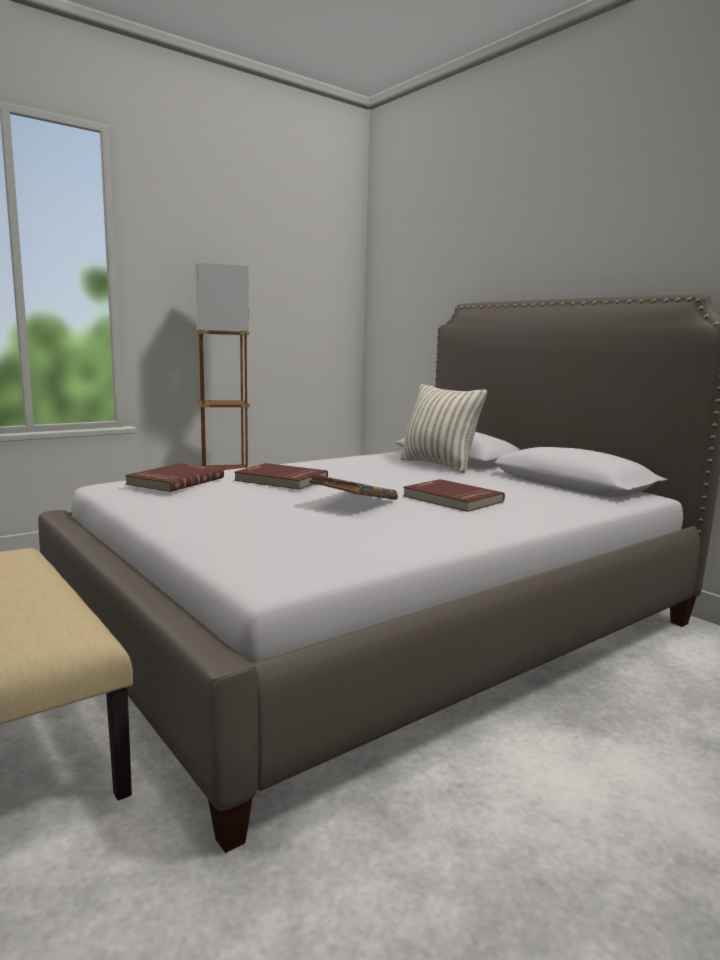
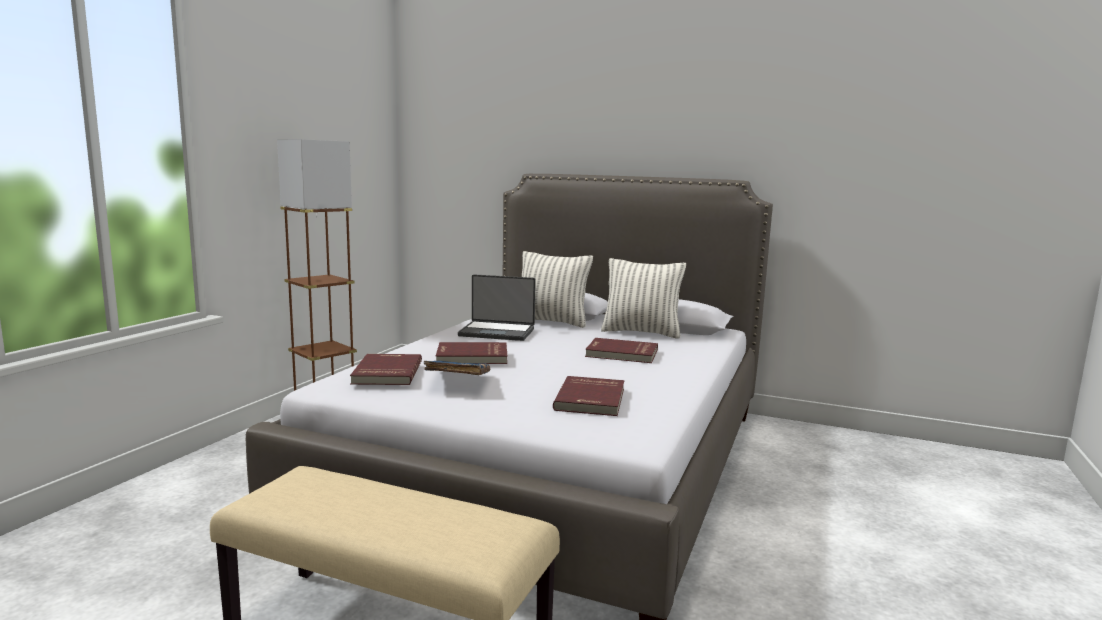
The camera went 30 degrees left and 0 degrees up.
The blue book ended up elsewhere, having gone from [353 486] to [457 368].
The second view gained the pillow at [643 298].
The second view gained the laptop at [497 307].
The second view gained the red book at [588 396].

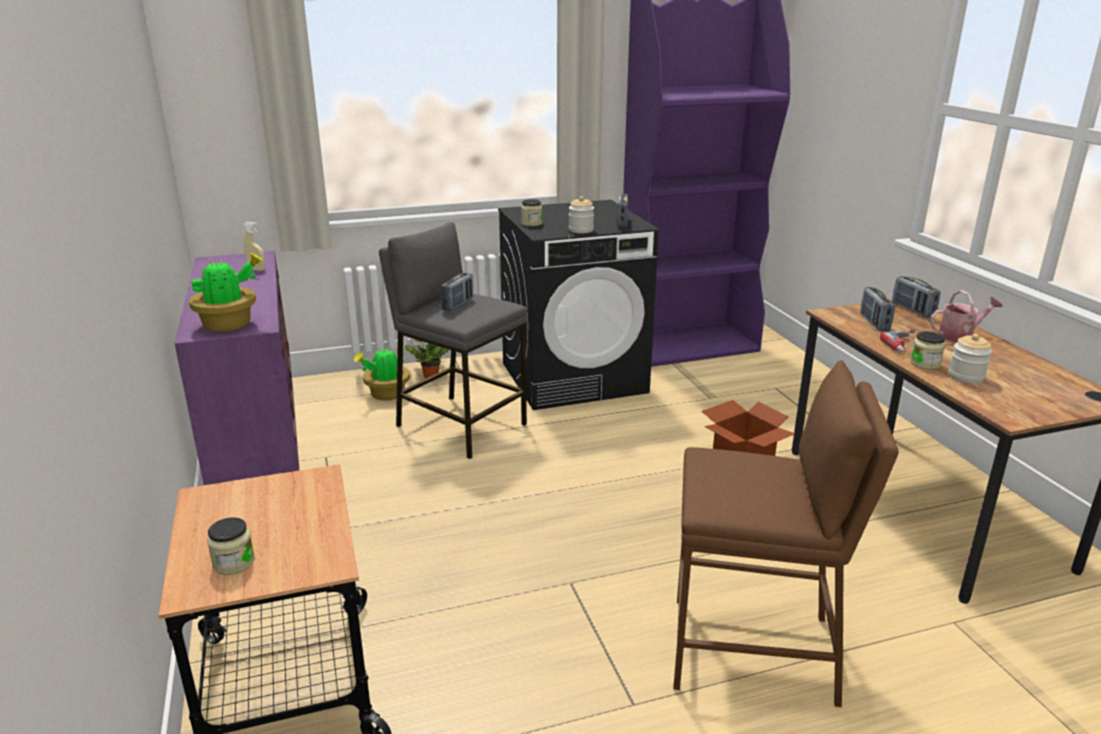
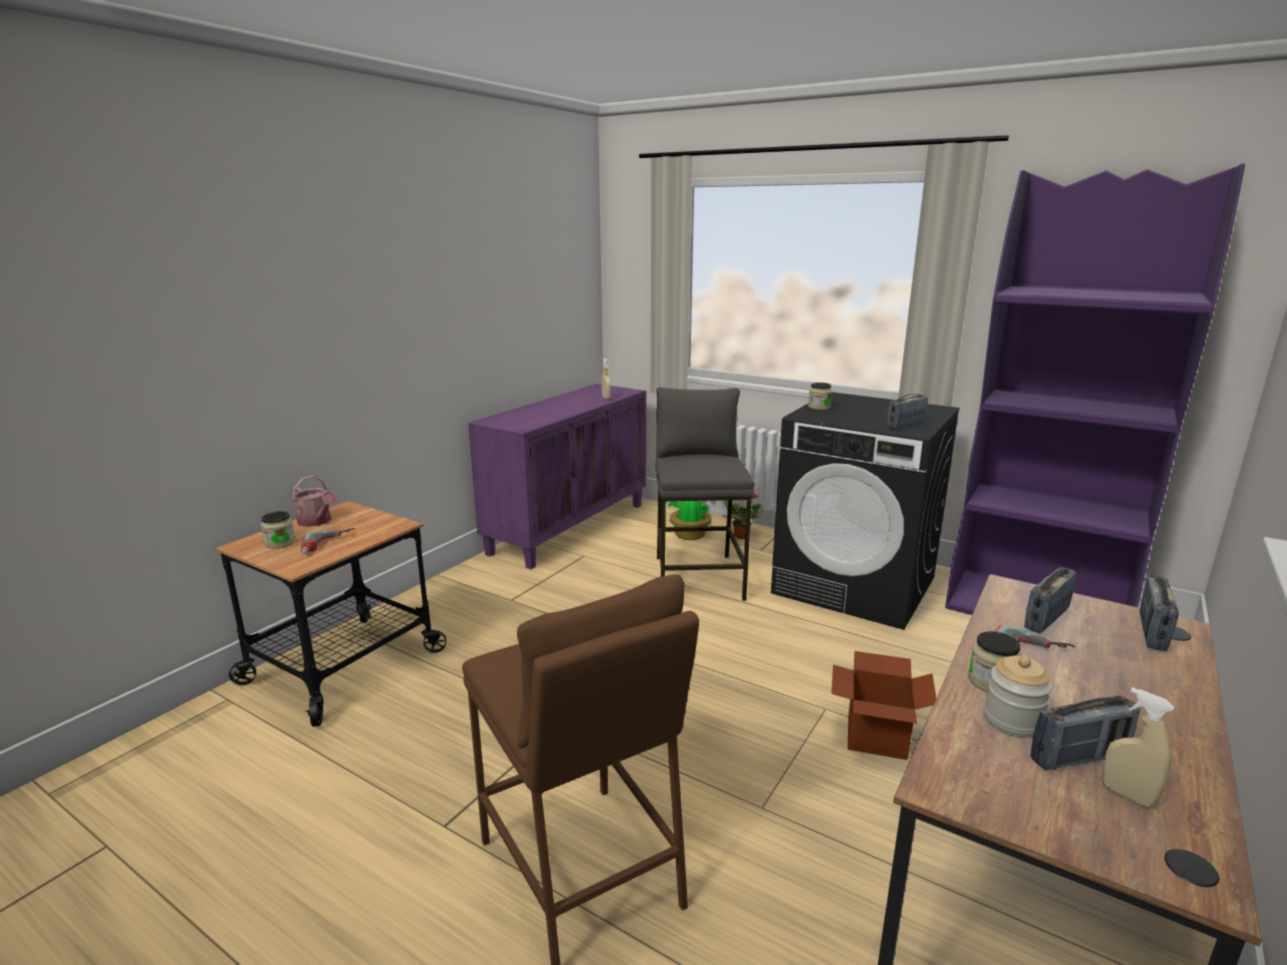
The camera went 50 degrees right and 5 degrees down.
The second view lost the jar at [581 214].
The second view lost the potted plant at [226 292].
The radio ended up elsewhere, having gone from [457 292] to [1085 733].
The watering can ended up elsewhere, having gone from [966 316] to [314 501].
The second view gained the power drill at [328 541].
The second view gained the beige spray bottle at [1138 747].

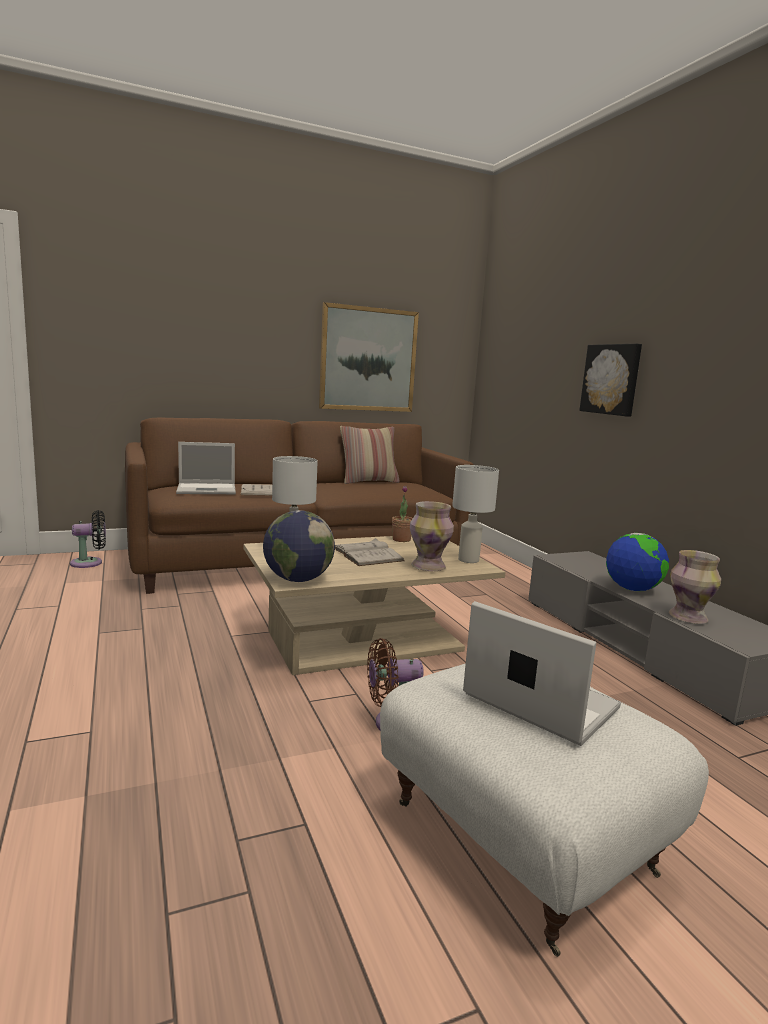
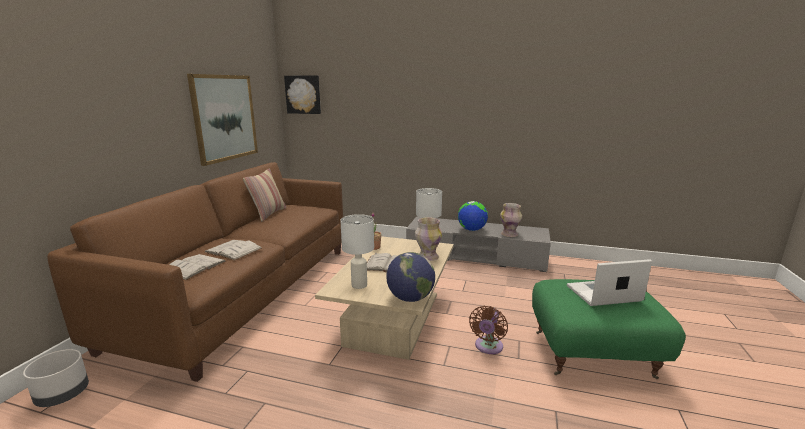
The camera went 50 degrees left and 5 degrees up.
The picture ended up elsewhere, having gone from [610 380] to [302 94].
Where the laptop stood at [206 468], the white book came to stand at [197 267].
Where the black fan stood at [88 539], the grey planter came to stand at [56 378].
What was the white ottoman at [544 810] turned into the green ottoman at [609 329].

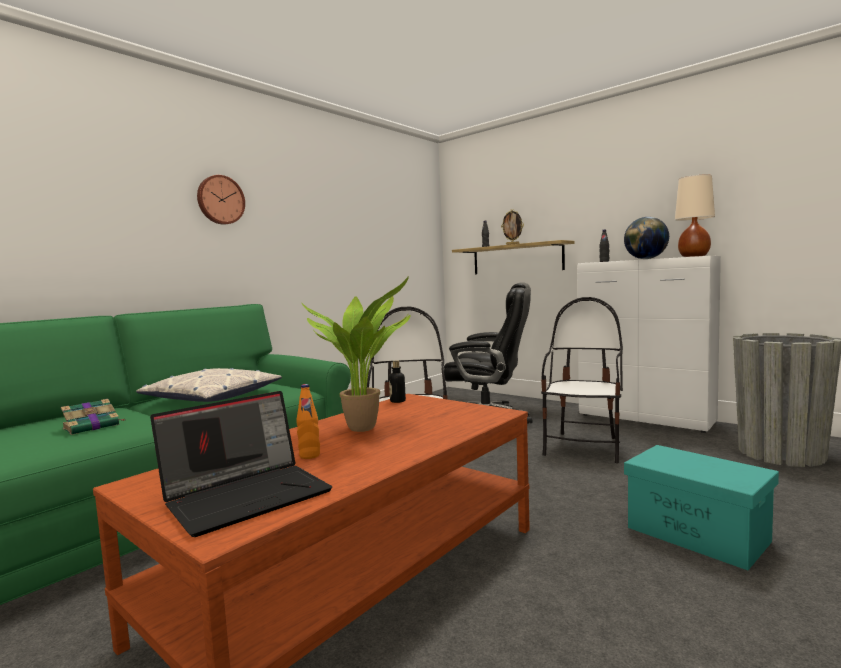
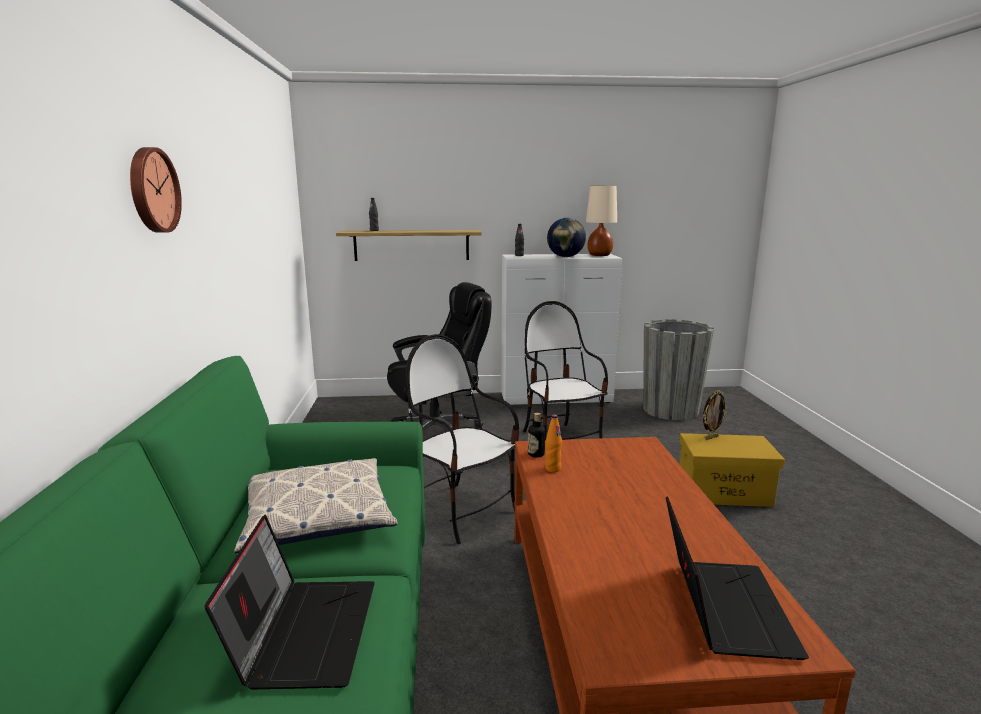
The camera went 45 degrees left and 10 degrees up.
The picture frame ended up elsewhere, having gone from [512 227] to [715 415].
The second view lost the potted plant at [356 354].
The orange bottle ended up elsewhere, having gone from [308 421] to [553 443].
Where the book stood at [92 417], the laptop came to stand at [290 602].
What was the turquoise storage box at [701 507] turned into the yellow storage box at [732 470].

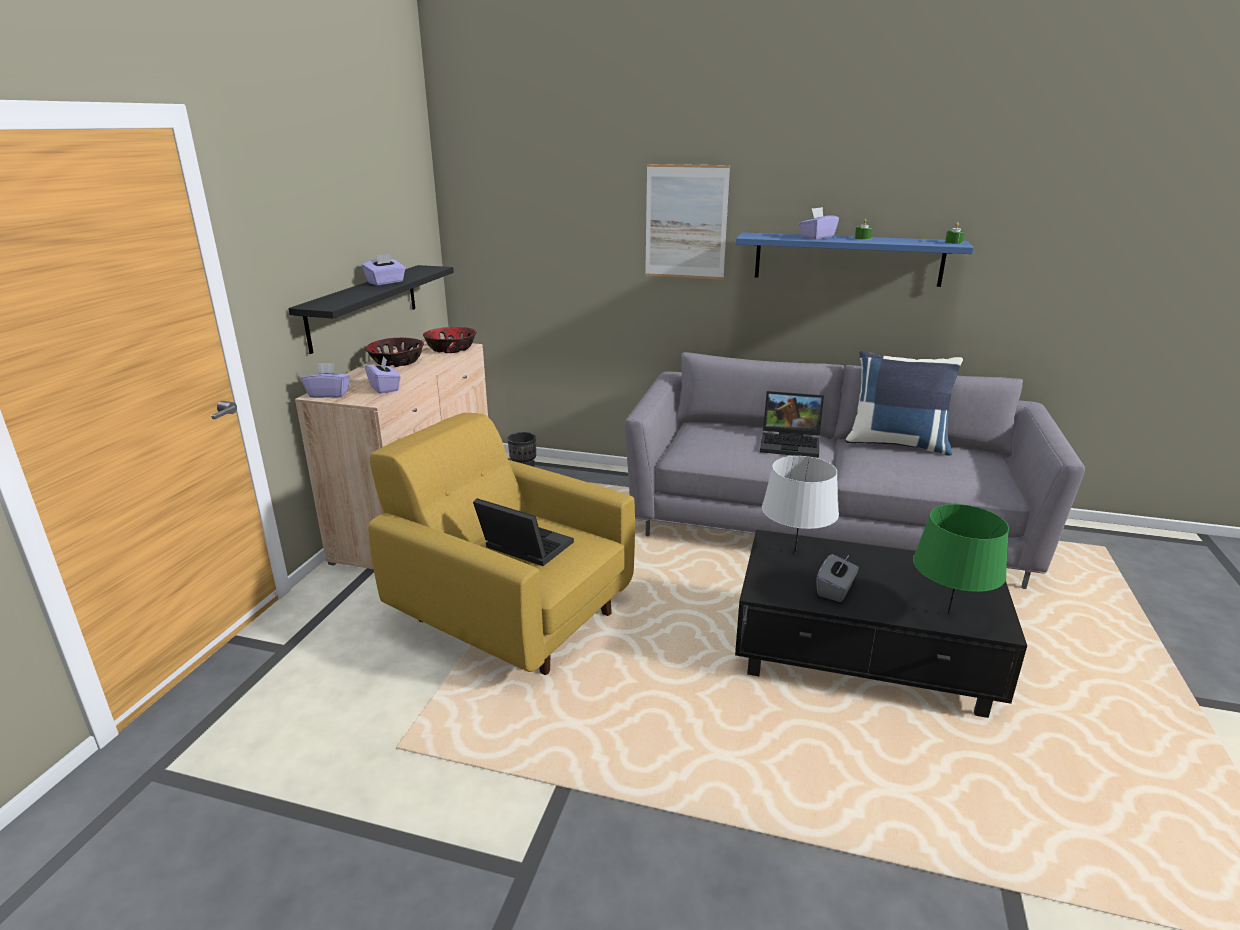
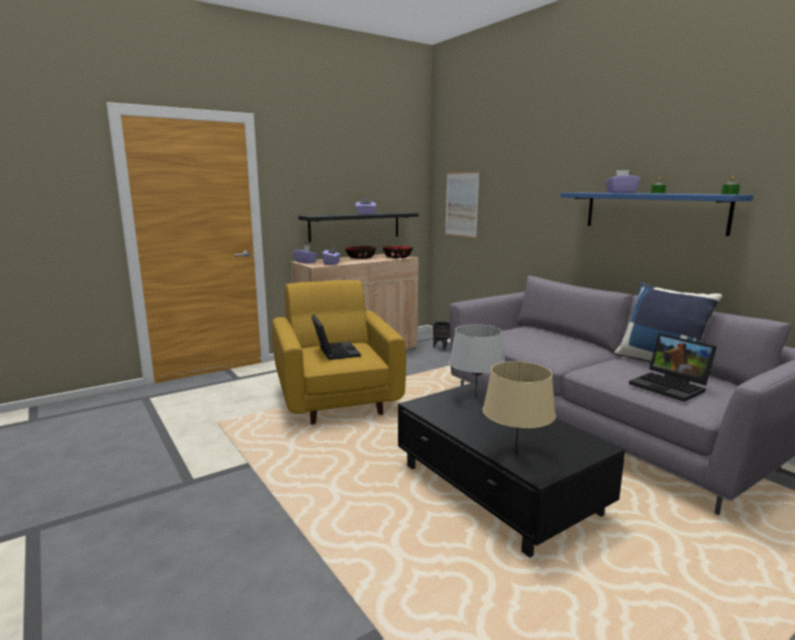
The camera went 40 degrees right and 10 degrees down.
The picture ended up elsewhere, having gone from [687 222] to [462 205].
The laptop ended up elsewhere, having gone from [792 424] to [673 367].
What was the green table lamp at [961 559] turned into the beige table lamp at [519 408].
The second view lost the grey tissue box at [837 578].

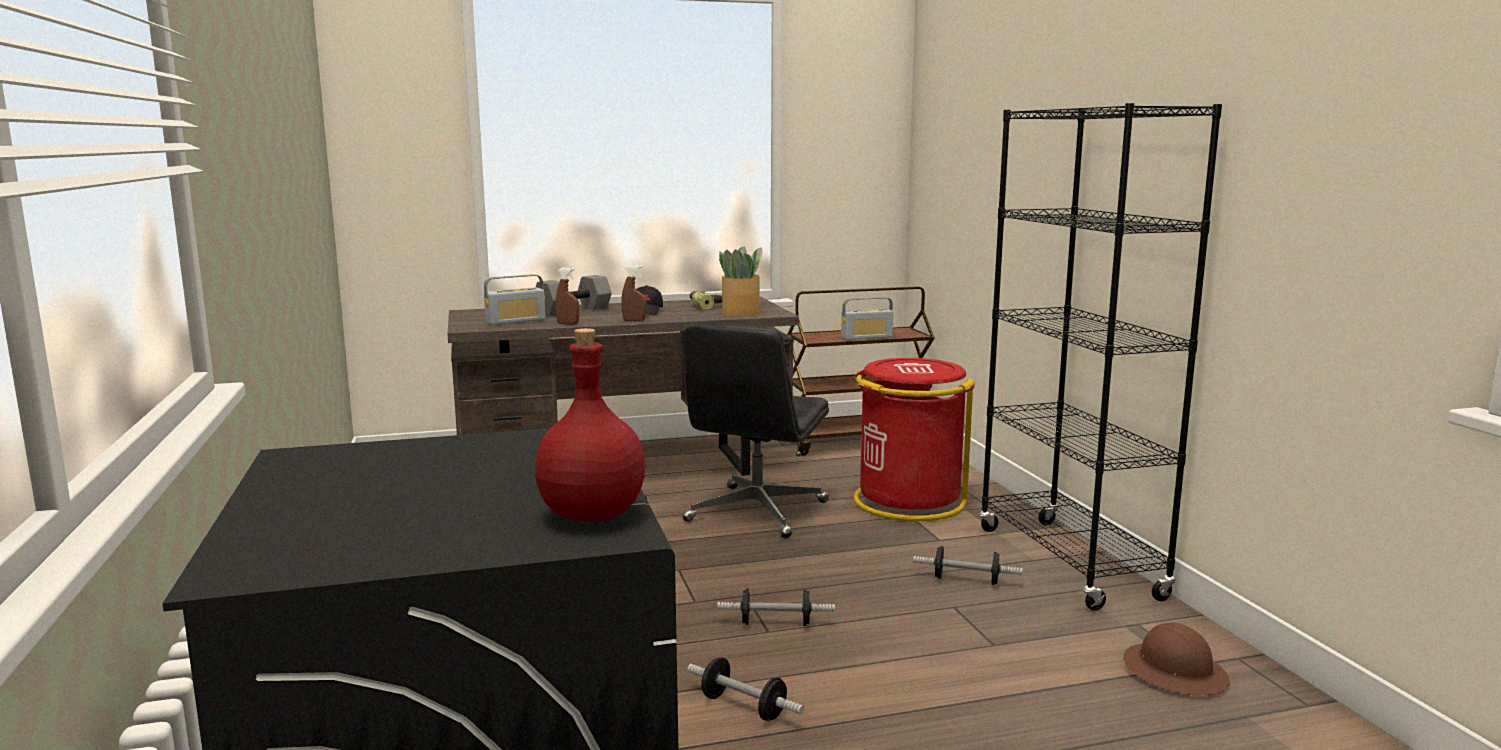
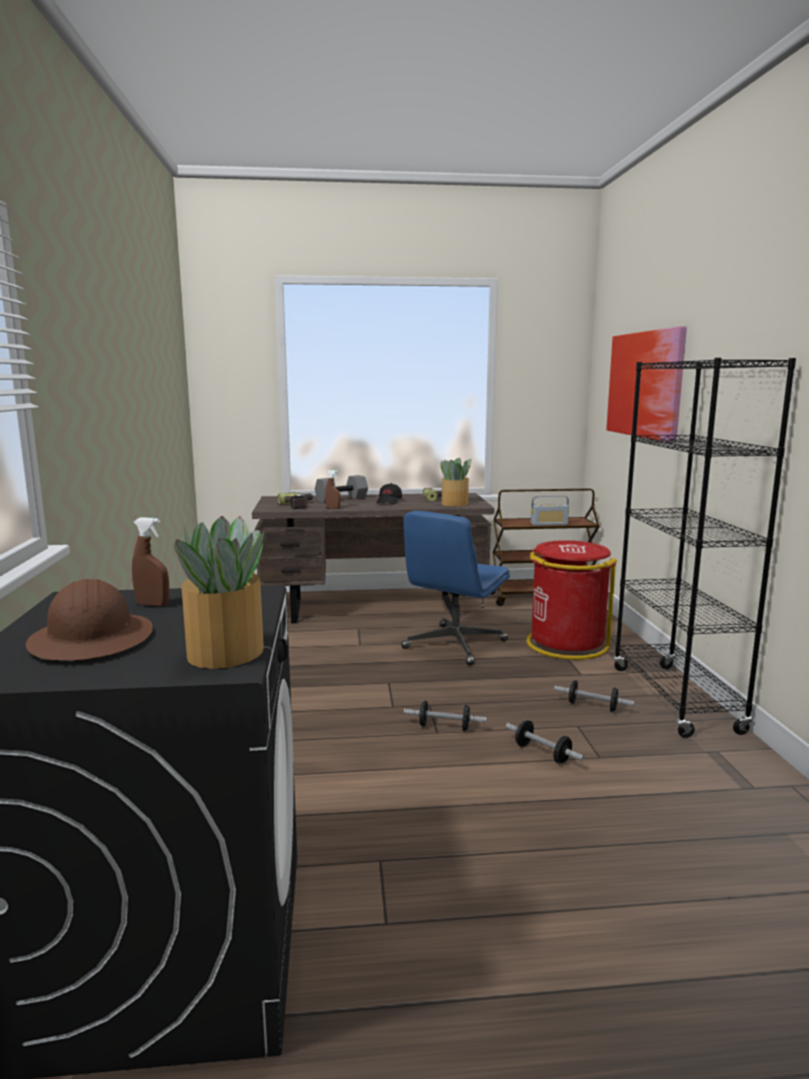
The camera went 10 degrees right and 0 degrees up.
The brown spray bottle ended up elsewhere, having gone from [633 293] to [150 561].
Where the radio stood at [515 299], the power drill came to stand at [296 500].
What was the black office chair at [755 430] turned into the blue office chair at [455 588].
Where the red bottle stood at [590 425], the potted plant came to stand at [219 592].
The brown hard hat ended up elsewhere, having gone from [1176 658] to [89 620].
The dumbbell ended up elsewhere, having gone from [746 689] to [545 742].
The second view gained the picture at [646 384].

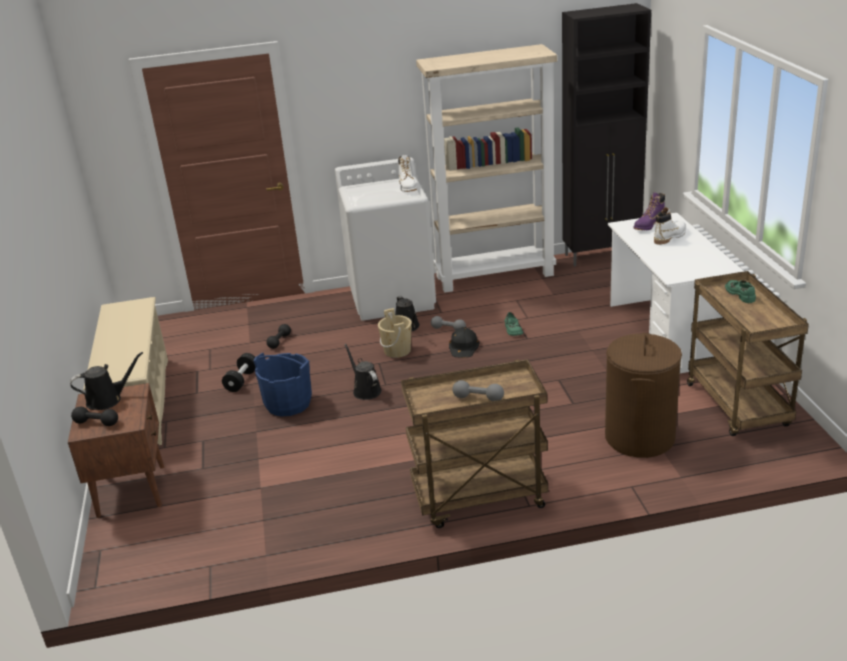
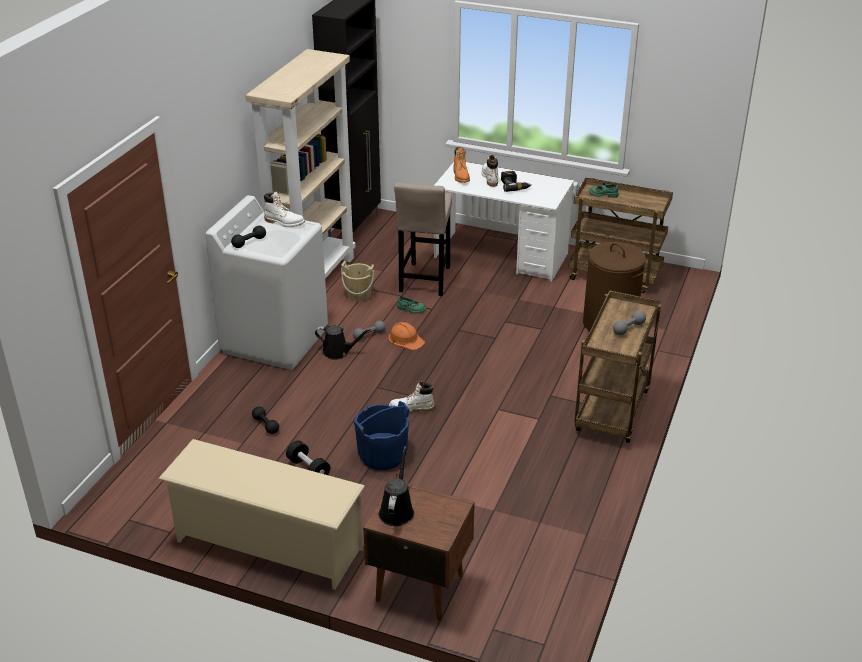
The camera went 60 degrees left and 5 degrees up.
What was the purple boot at [649 211] turned into the orange boot at [461 165].
The beige bucket ended up elsewhere, having gone from [395 333] to [357 281].
What was the black hard hat at [464 342] turned into the orange hard hat at [407 336].
Where the black watering can stood at [362 371], the white boot came to stand at [412 397].
The black dumbbell ended up elsewhere, having gone from [94 416] to [248 237].
The second view gained the power drill at [516 181].
The second view gained the beige stool at [423 239].

